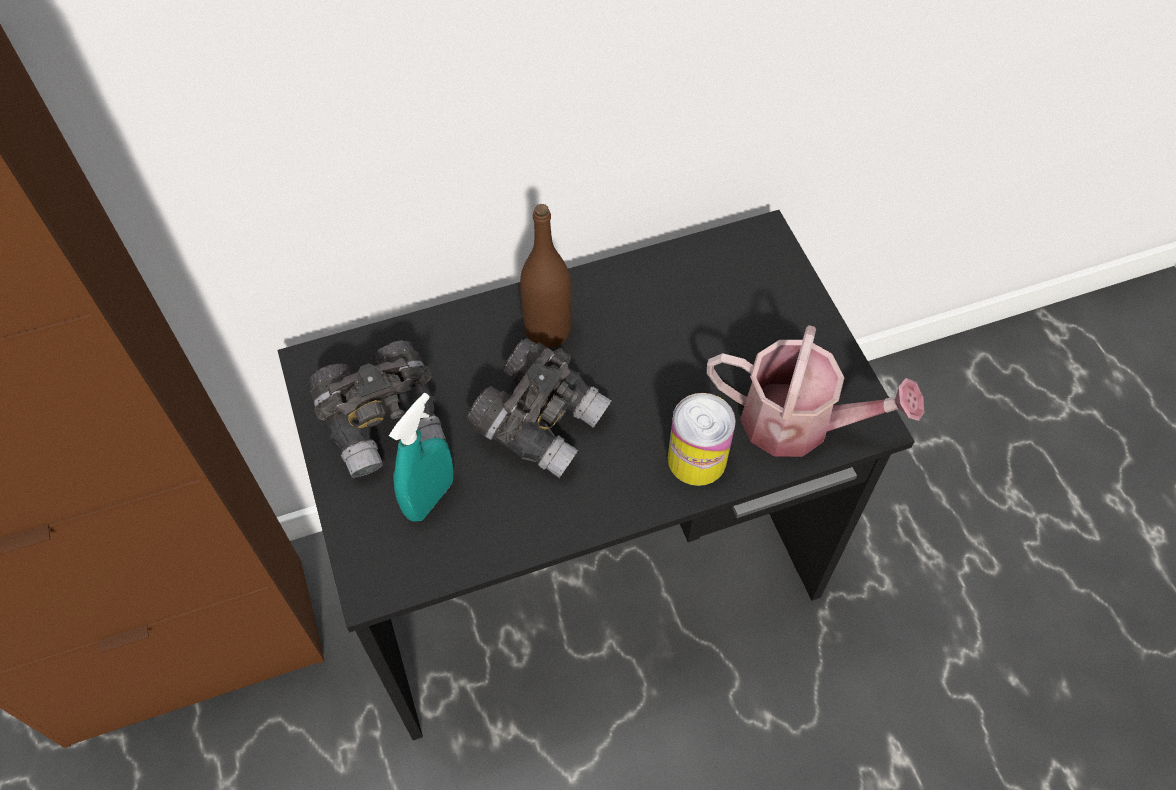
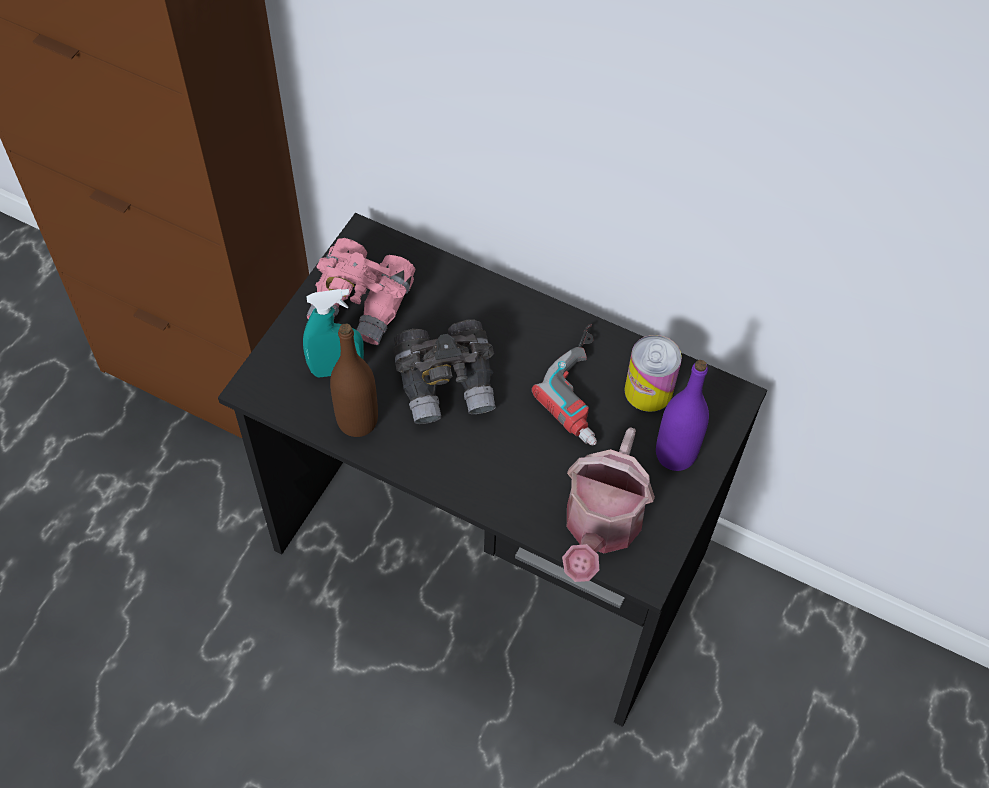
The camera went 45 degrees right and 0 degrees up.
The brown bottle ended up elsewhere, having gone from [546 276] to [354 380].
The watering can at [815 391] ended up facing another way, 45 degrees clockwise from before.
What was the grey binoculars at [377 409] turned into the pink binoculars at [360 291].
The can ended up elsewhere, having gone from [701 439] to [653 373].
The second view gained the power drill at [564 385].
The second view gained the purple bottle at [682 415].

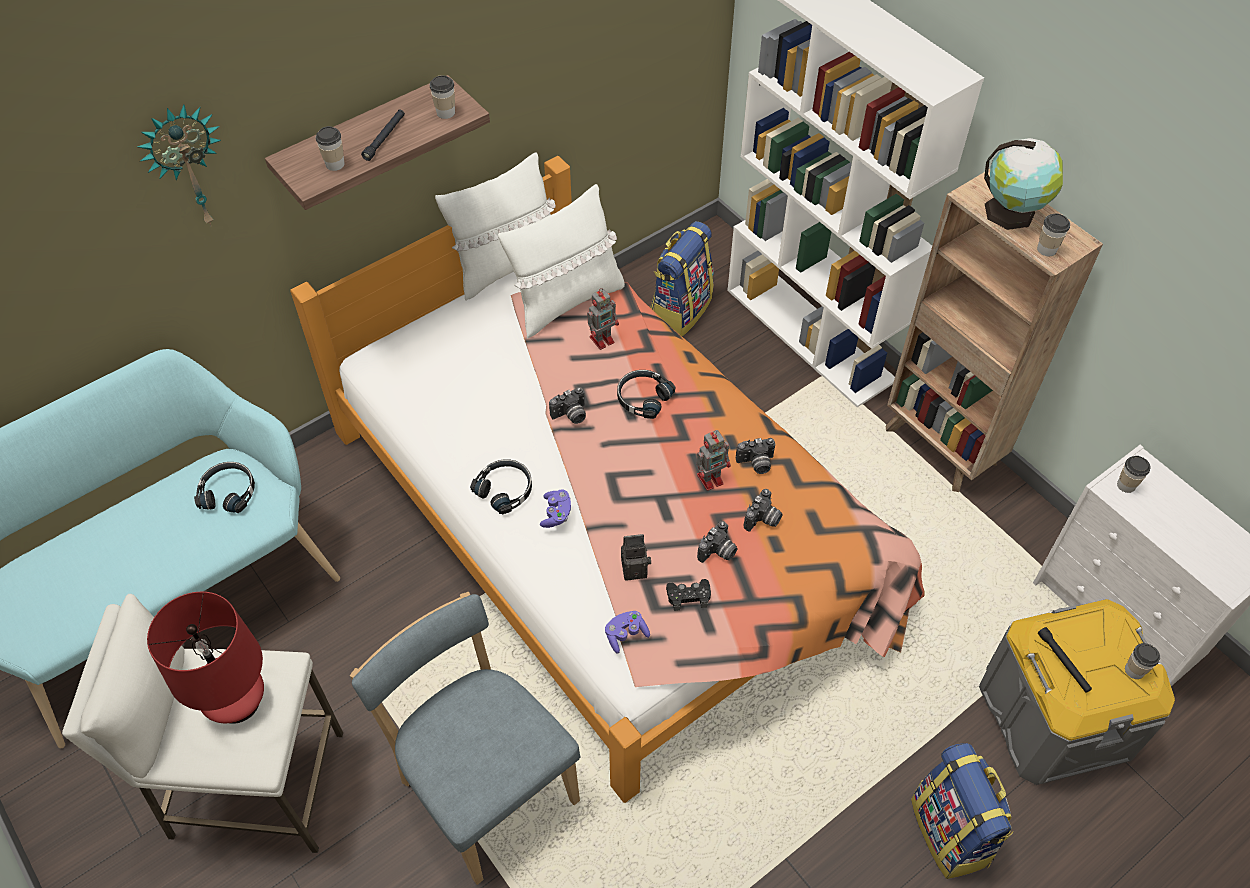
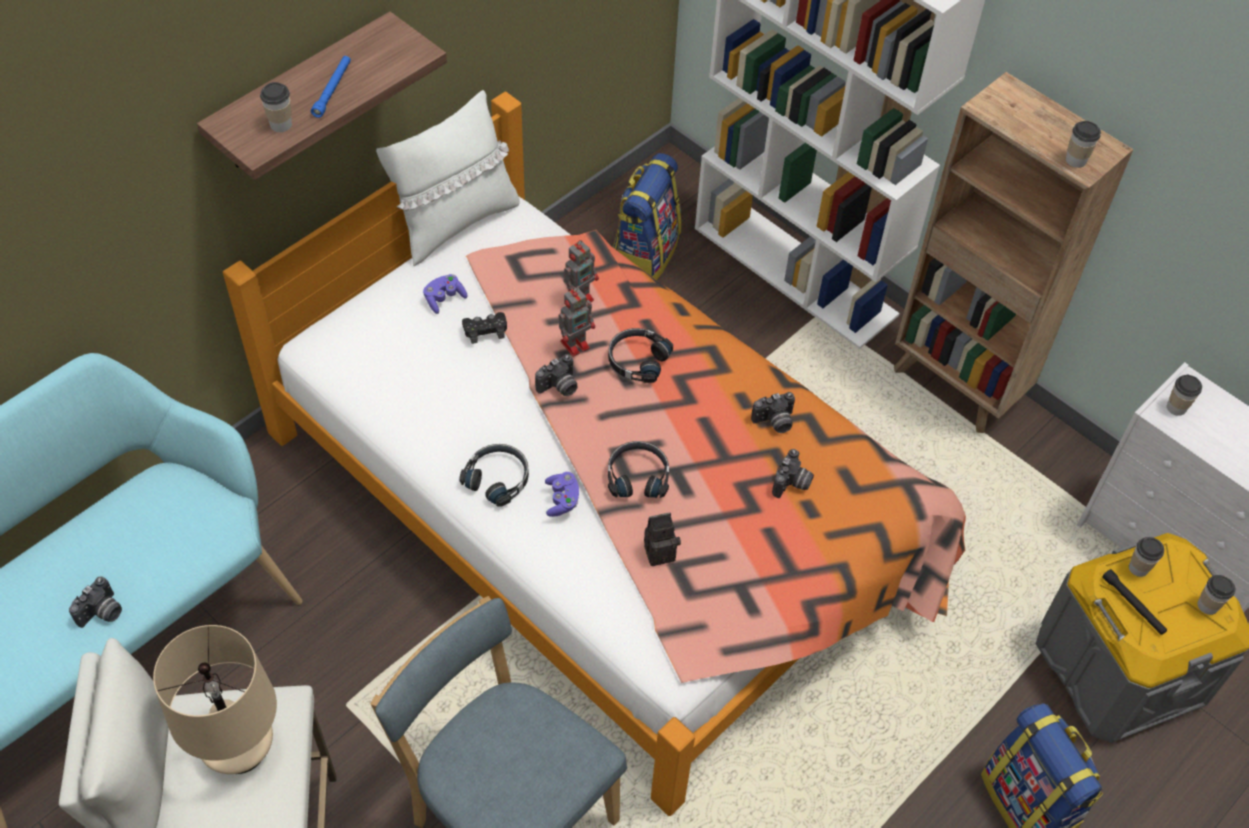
The camera went 10 degrees left and 0 degrees up.
The cup ended up elsewhere, having gone from [442 97] to [1146 557].
The second view lost the wall clock at [179 165].
What was the black flashlight at [383 135] turned into the blue flashlight at [331 87].
The second view lost the globe at [1023 184].
The second view lost the white pillow at [561 261].
The toy robot ended up elsewhere, having gone from [714 460] to [576 322].
The black headphones ended up elsewhere, having gone from [224 487] to [638 469].
The photo camera ended up elsewhere, having gone from [717 542] to [95 602].
The black game controller ended up elsewhere, having gone from [688 595] to [484 328].
What was the red table lamp at [205 658] turned into the beige table lamp at [215 699].
The purple game controller ended up elsewhere, having gone from [627 632] to [445 294].

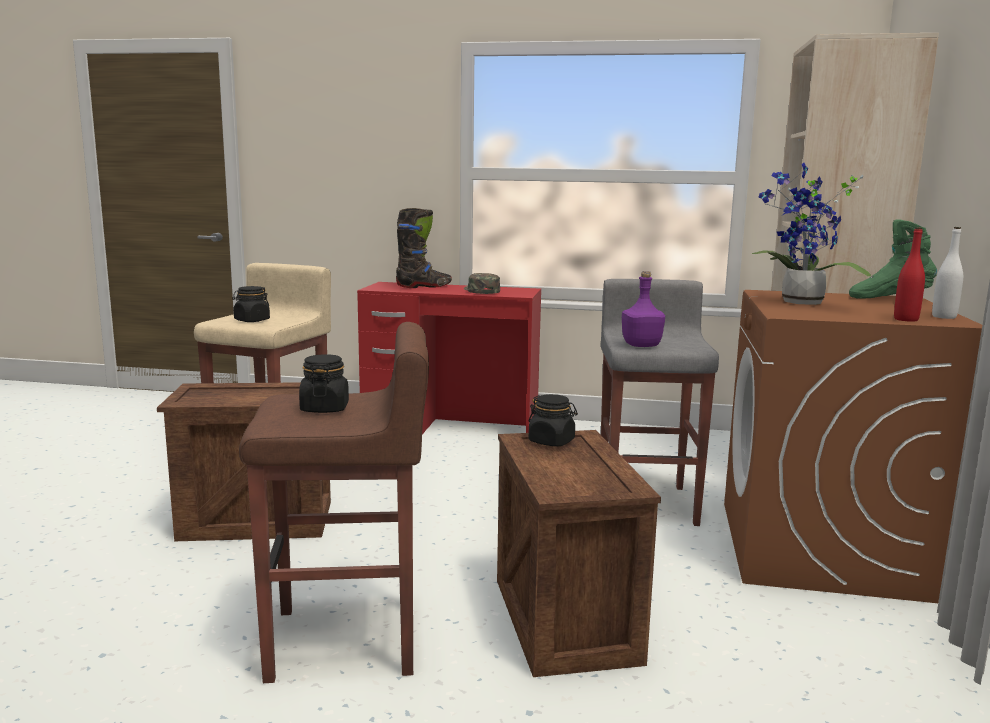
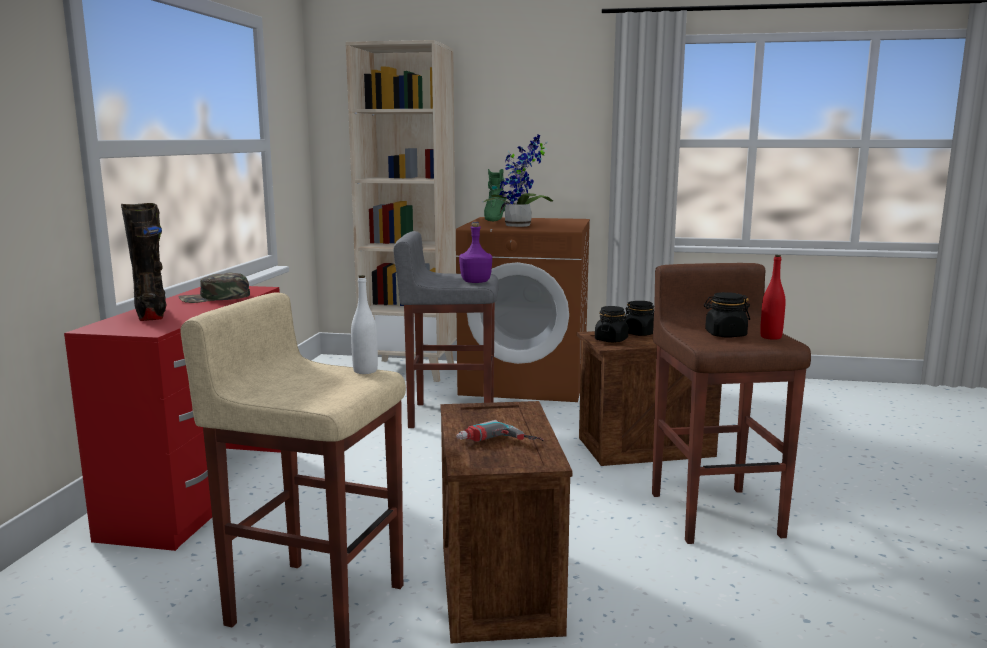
The camera went 90 degrees left and 0 degrees up.
The red bottle ended up elsewhere, having gone from [909 274] to [773 297].
The white bottle ended up elsewhere, having gone from [947 273] to [364 324].
The black jar ended up elsewhere, having gone from [251 304] to [639 318].
The second view gained the power drill at [500 431].

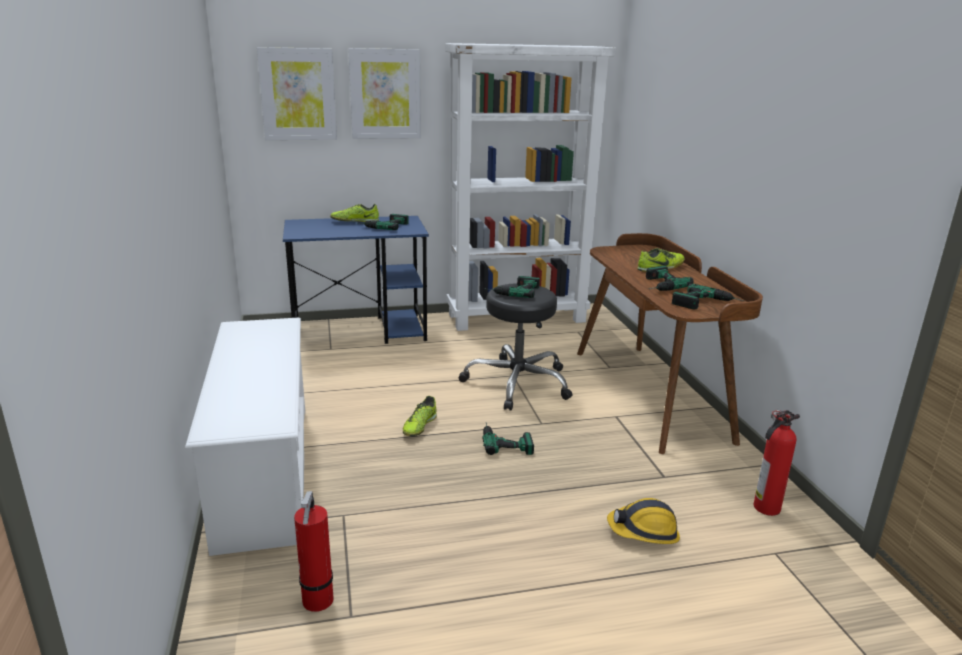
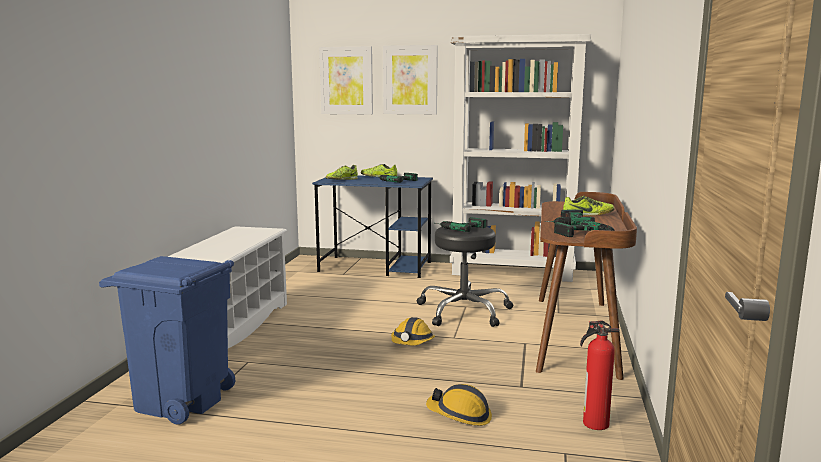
The camera went 25 degrees right and 10 degrees down.
The shoe ended up elsewhere, having gone from [420 416] to [342 172].
Where the power drill stood at [508 439], the hard hat came to stand at [413 331].
Where the fire extinguisher stood at [313 551], the blue trash can came to stand at [167 340].

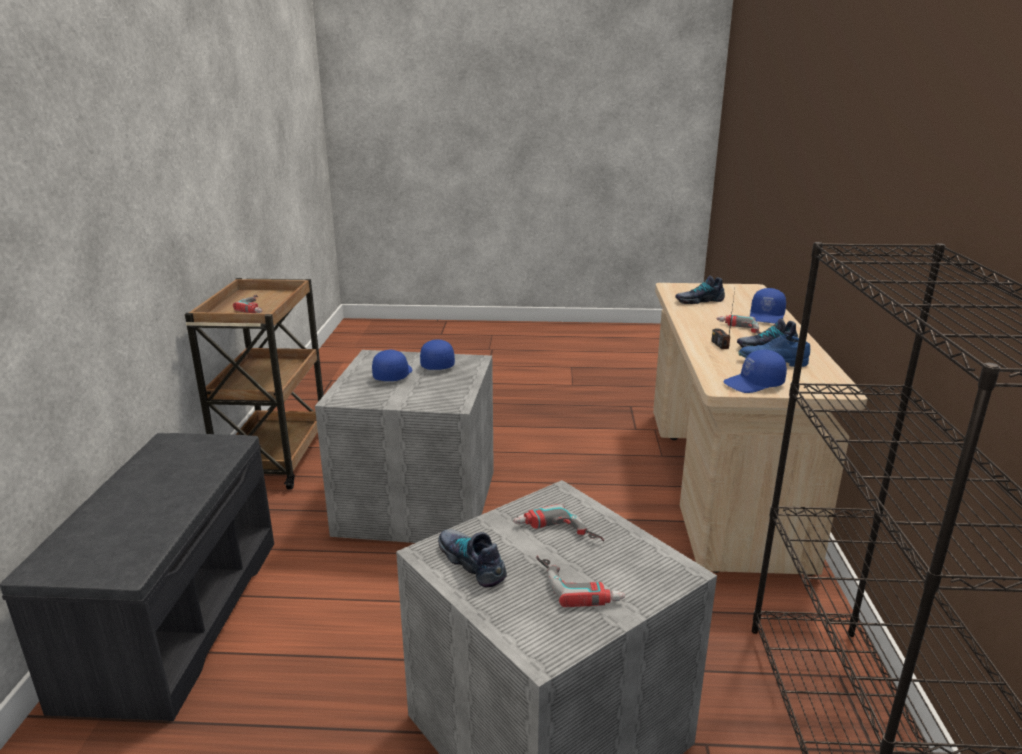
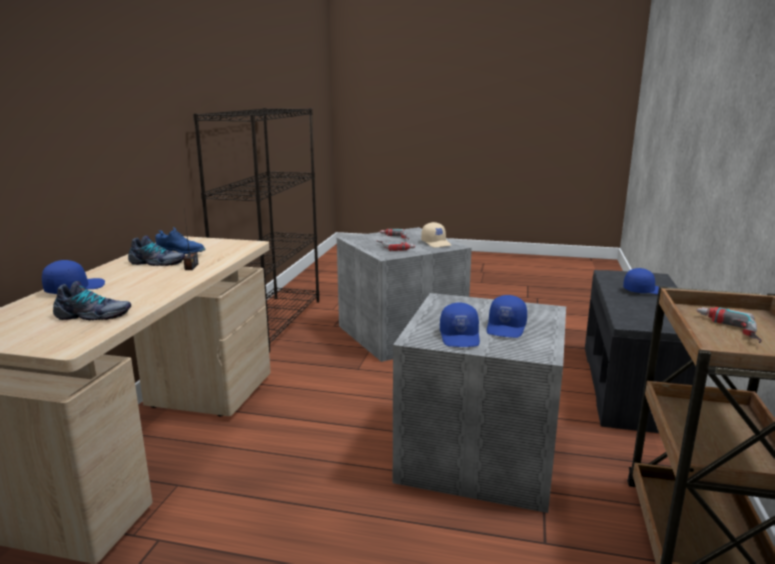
The camera went 170 degrees left and 5 degrees down.
The second view lost the power drill at [739 324].
The blue cap ended up elsewhere, having gone from [755 371] to [641 281].
Where the shoe stood at [472 558], the beige cap came to stand at [436 235].

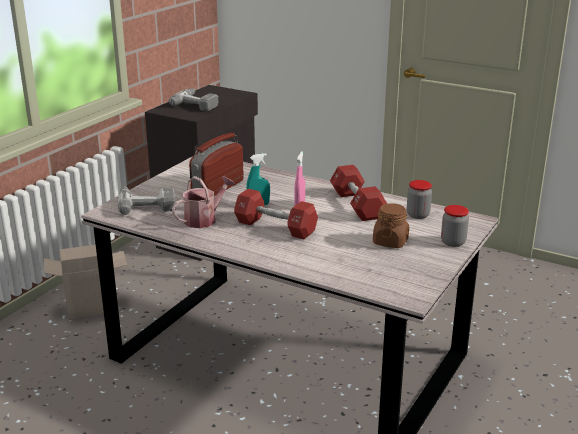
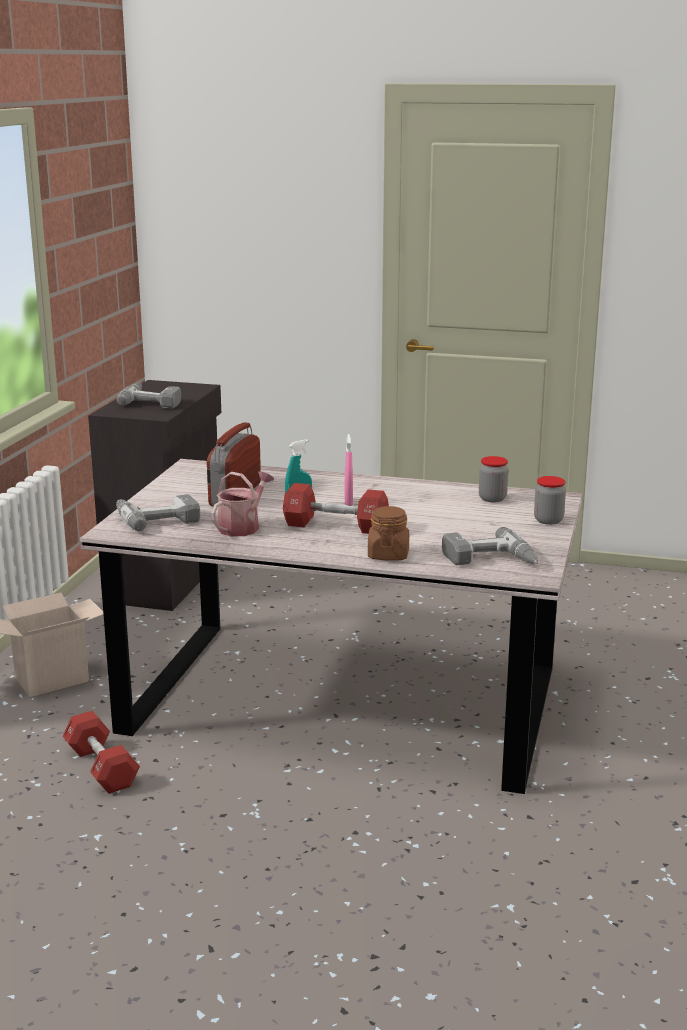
The camera went 15 degrees left and 5 degrees down.
The red dumbbell ended up elsewhere, having gone from [358 193] to [101 752].
The brown jar ended up elsewhere, having gone from [391 225] to [388 533].
The second view gained the power drill at [490 546].

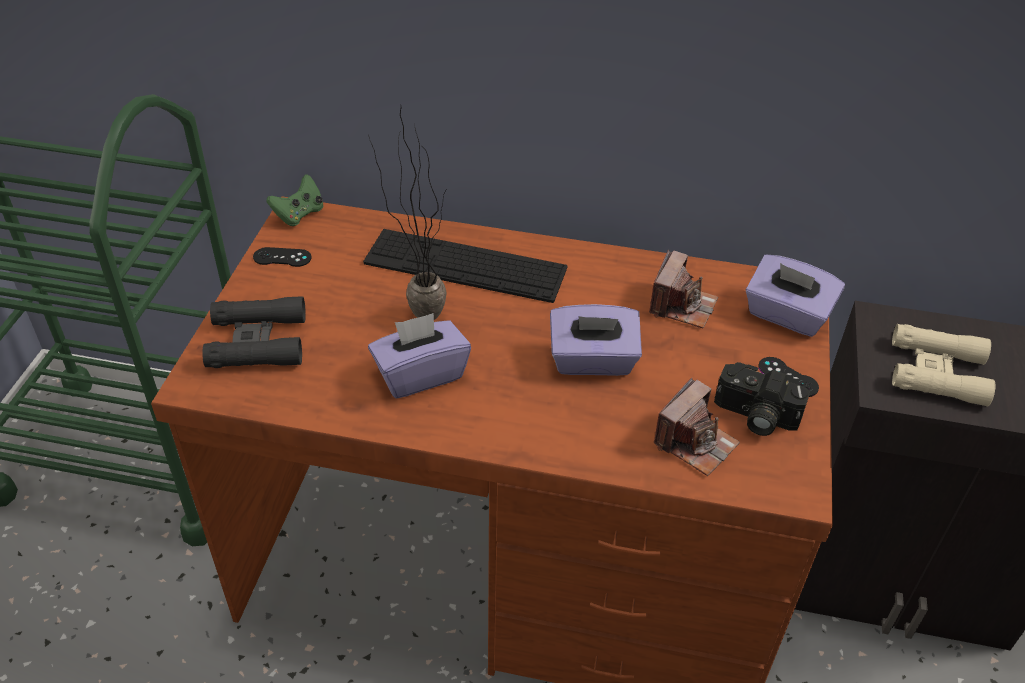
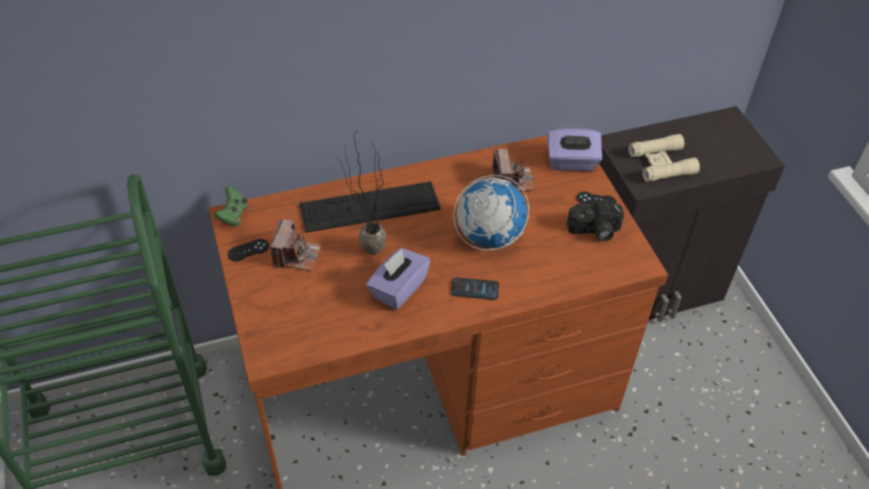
The camera went 30 degrees left and 5 degrees up.
The second view lost the black binoculars at [254 332].
Where the purple tissue box stood at [596 340], the globe came to stand at [491 213].
The photo camera ended up elsewhere, having gone from [697 427] to [295 245].
The second view gained the phone at [475 288].

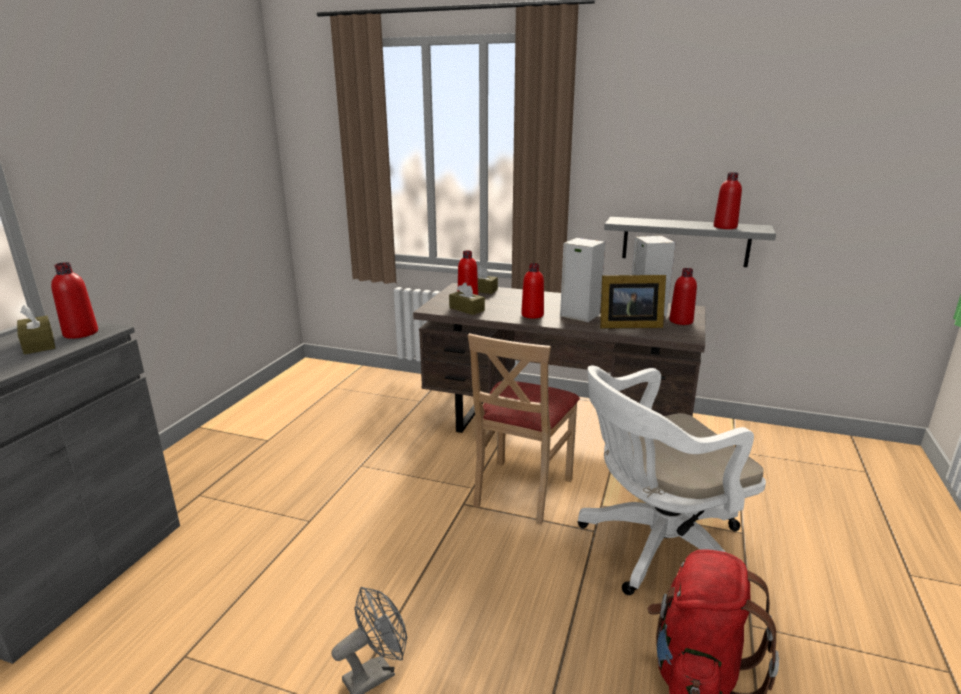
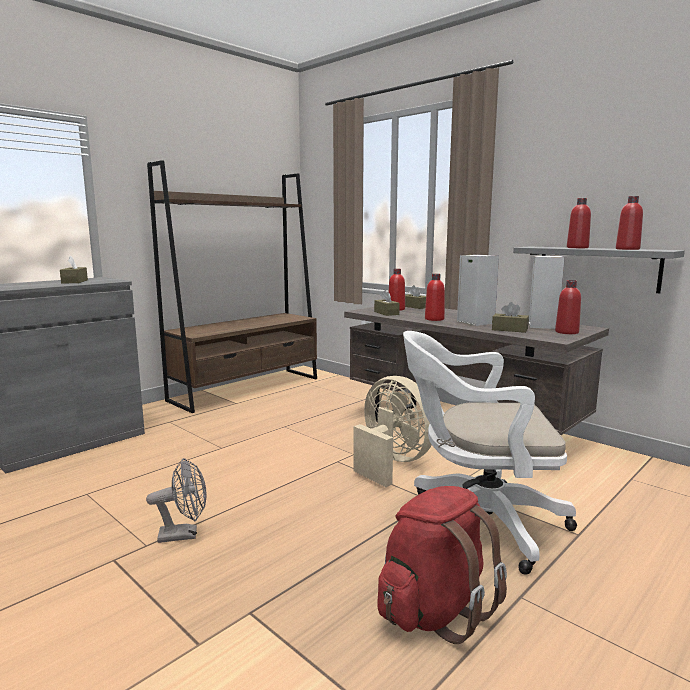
The camera went 25 degrees right and 10 degrees down.
The red bottle ended up elsewhere, having gone from [74 300] to [579 223].
Where the picture frame stood at [633 302], the brown tissue box came to stand at [510 317].
Where the beige chair stood at [524 429], the beige fan came to stand at [392 431].
The second view gained the brown bookcase at [232 286].

